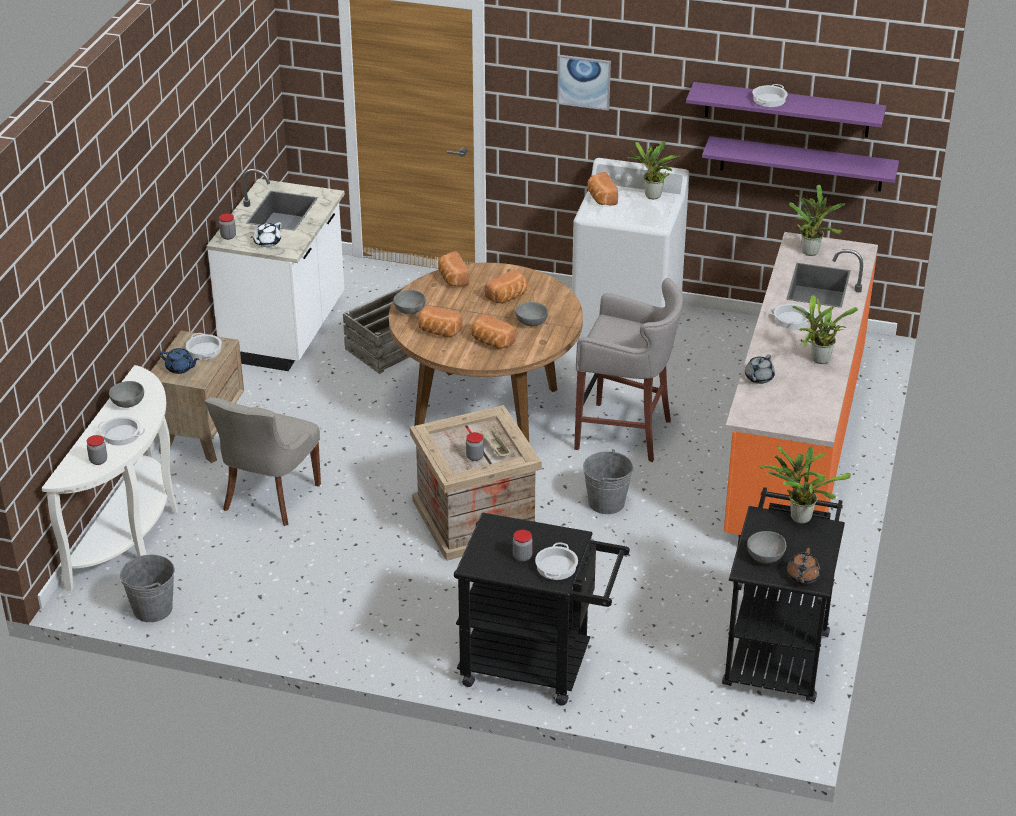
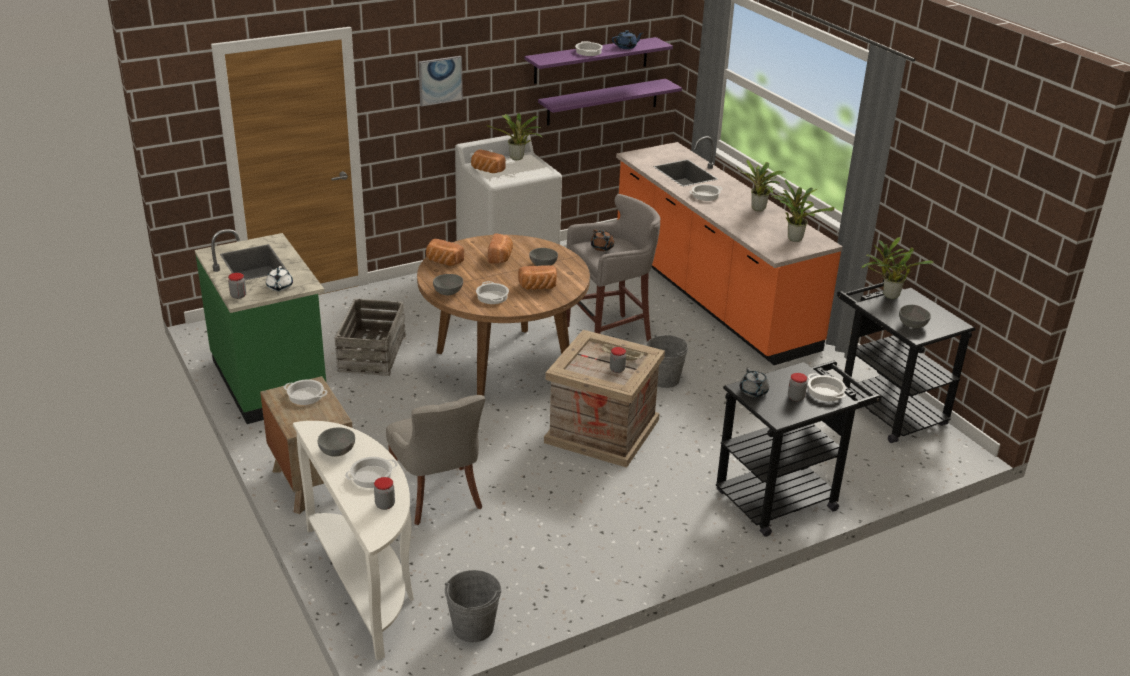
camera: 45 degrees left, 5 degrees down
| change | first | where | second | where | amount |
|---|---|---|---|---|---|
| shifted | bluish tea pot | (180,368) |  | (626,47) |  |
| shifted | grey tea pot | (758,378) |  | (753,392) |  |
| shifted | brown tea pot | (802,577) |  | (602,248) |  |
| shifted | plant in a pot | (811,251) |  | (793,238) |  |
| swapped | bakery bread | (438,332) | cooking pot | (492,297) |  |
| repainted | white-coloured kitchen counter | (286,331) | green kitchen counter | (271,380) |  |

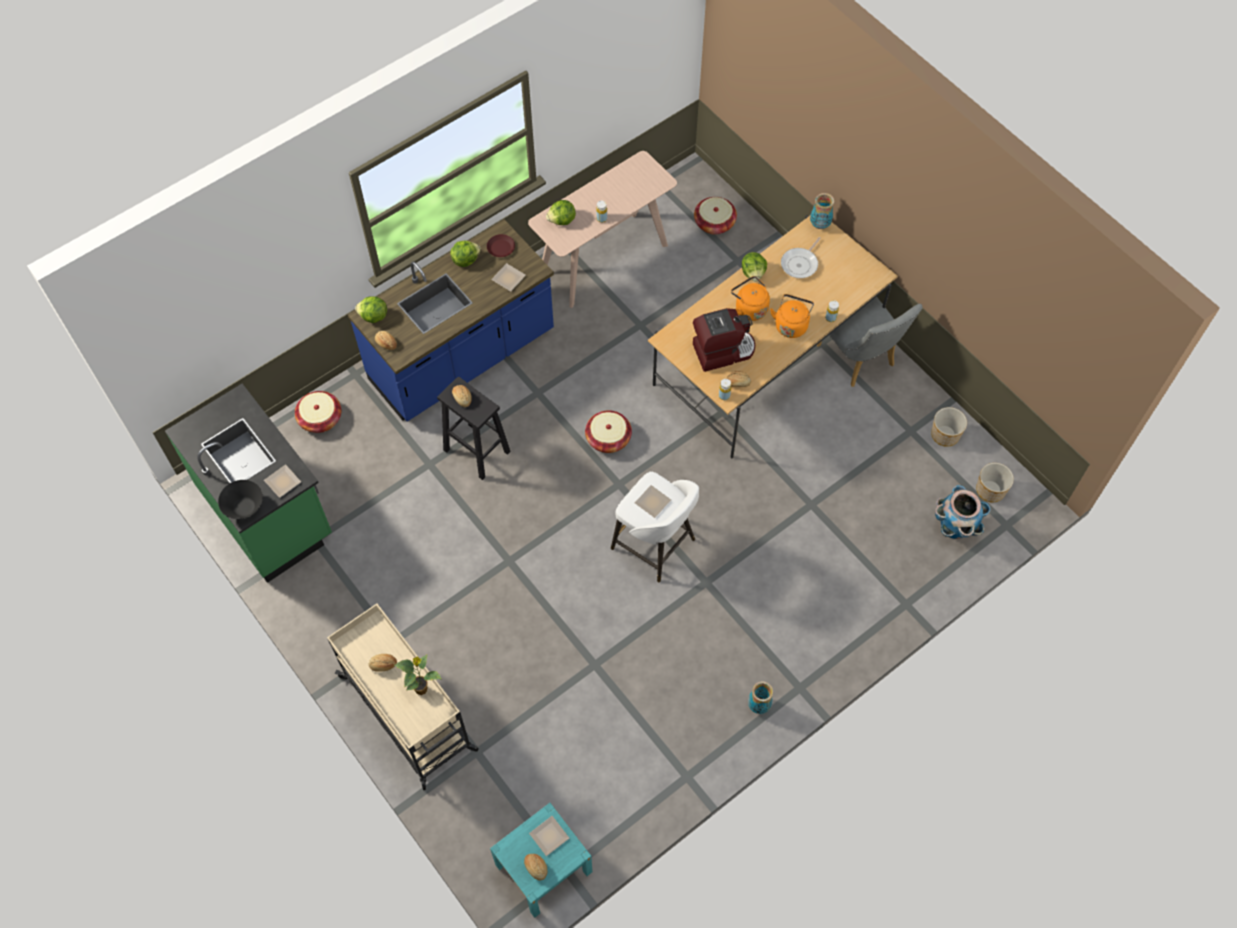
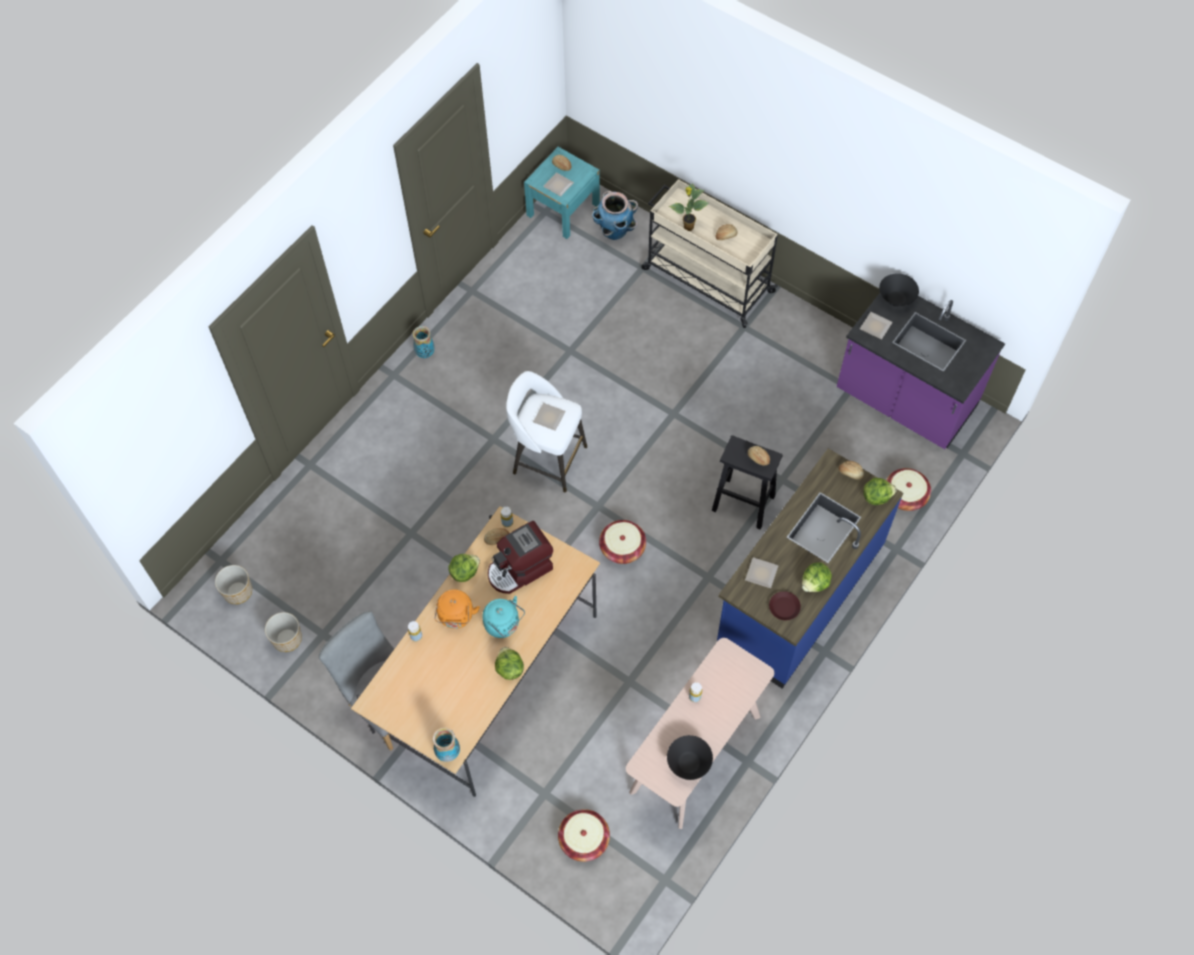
camera: 165 degrees right, 0 degrees up
| change | first | where | second | where | amount |
|---|---|---|---|---|---|
| gone | skillet | (800,264) |  |  |  |
| new |  |  | blackish serving bowl | (689,763) |  |
| shifted | lettuce head | (562,220) |  | (464,572) |  |
| shifted | flower pot | (954,527) |  | (615,232) |  |
| repainted | green kitchen counter | (267,512) | purple-coloured kitchen counter | (905,400) |  |
| repainted | orangey kettle | (749,308) | turquoise-coloured kettle | (504,625) |  |

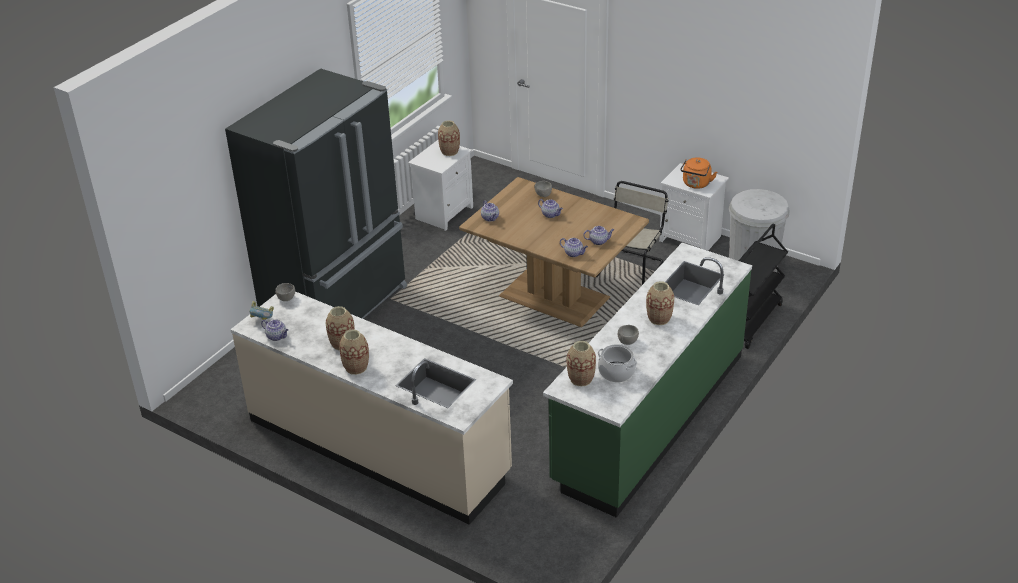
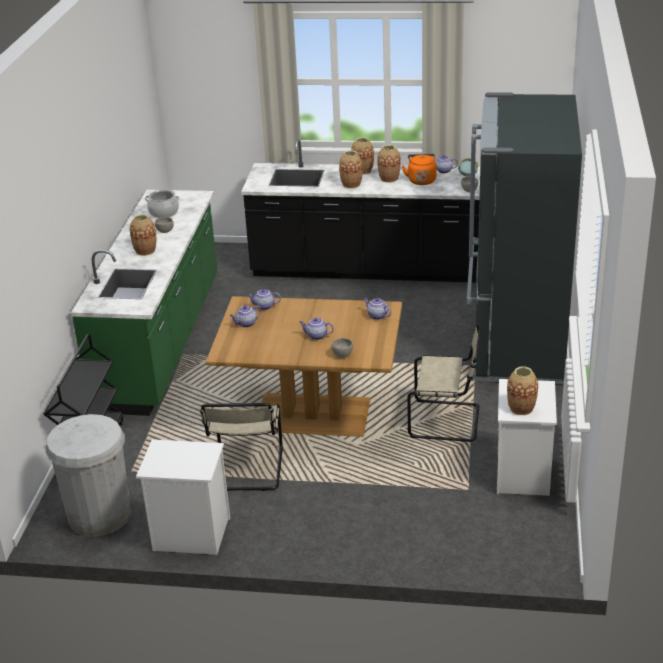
camera: 155 degrees right, 5 degrees down
| change | first | where | second | where | amount |
|---|---|---|---|---|---|
| new |  |  | beige-coloured upright chair | (447,421) |  |
| shifted | vase | (581,379) |  | (351,184) |  |
| shifted | orangey kettle | (696,184) |  | (421,180) |  |
| repainted | beige-coloured kitchen counter | (378,446) | blackish kitchen counter | (366,270) |  |

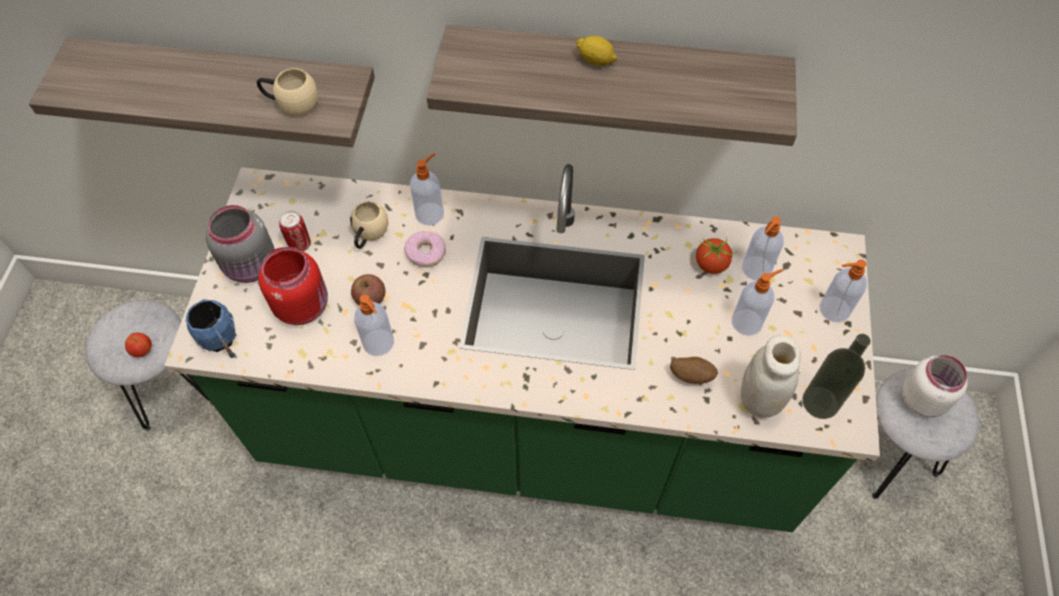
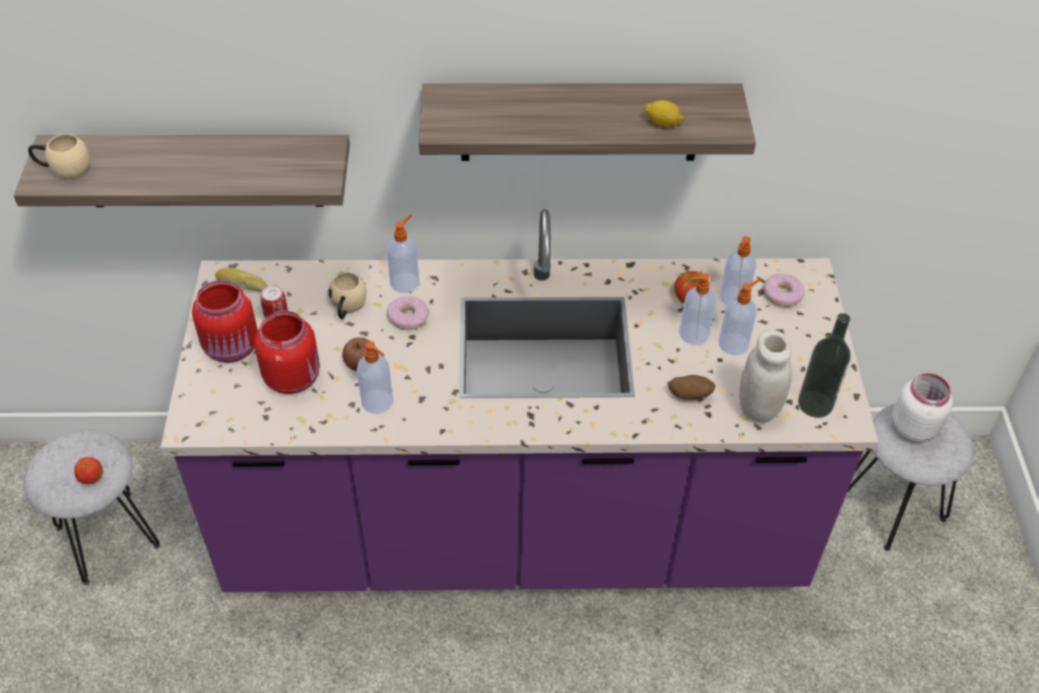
camera: 10 degrees left, 10 degrees down
| change | first | where | second | where | amount |
|---|---|---|---|---|---|
| gone | bluish tea mug | (222,342) |  |  |  |
| new |  |  | bakery bread | (243,285) |  |
| new |  |  | donut | (782,295) |  |
| shifted | beige-coloured tea mug | (291,104) |  | (64,169) |  |
| shifted | lemon | (595,60) |  | (662,123) |  |
| shifted | soap bottle | (833,309) |  | (692,334) |  |
| repainted | green kitchen counter | (530,428) | purple-coloured kitchen counter | (515,529) |  |
| repainted | grey jar | (252,266) | reddish jar | (233,348) |  |

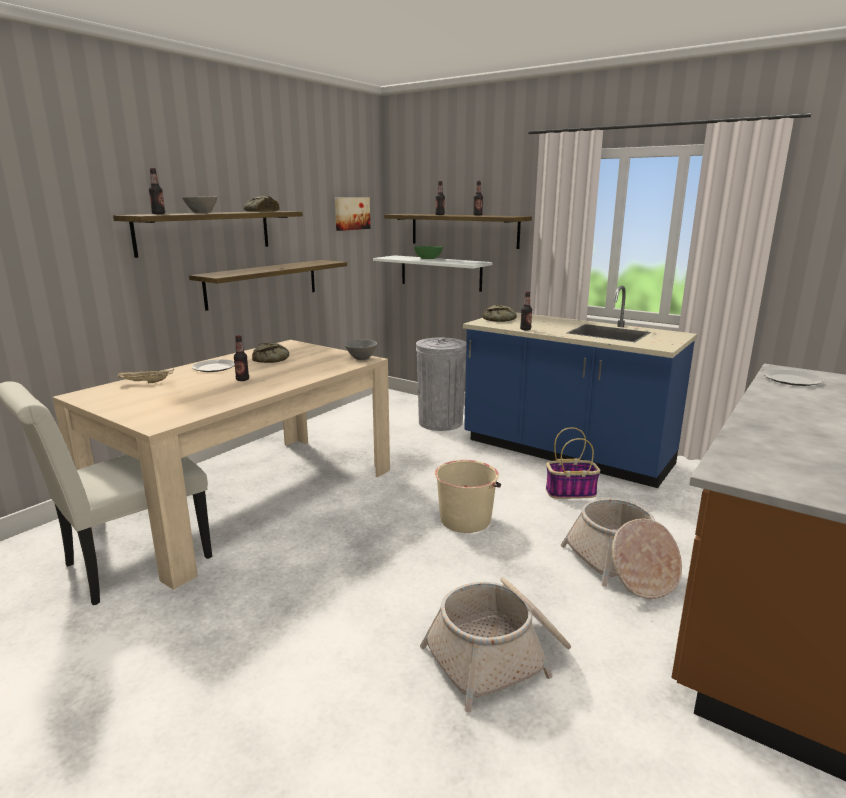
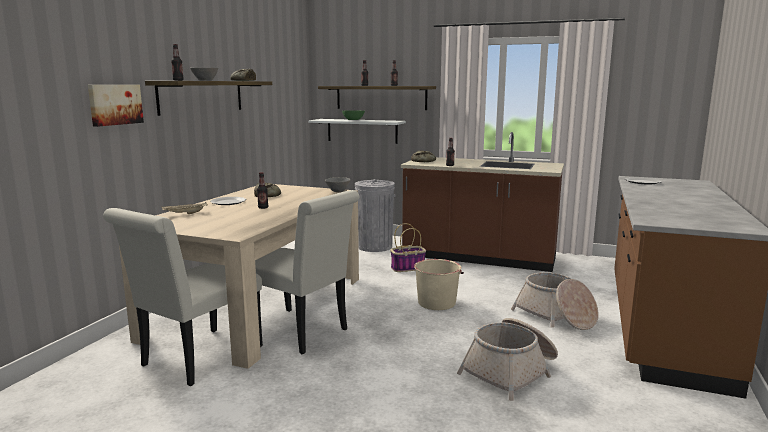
camera: 15 degrees left, 5 degrees down
| change | first | where | second | where | amount |
|---|---|---|---|---|---|
| gone | shelf | (263,283) |  |  |  |
| new |  |  | white-coloured upright chair | (300,332) |  |
| shifted | wall picture | (351,213) |  | (115,104) |  |
| shifted | basket | (571,492) |  | (408,268) |  |
| repainted | bluish kitchen counter | (565,453) | brown kitchen counter | (478,258) |  |

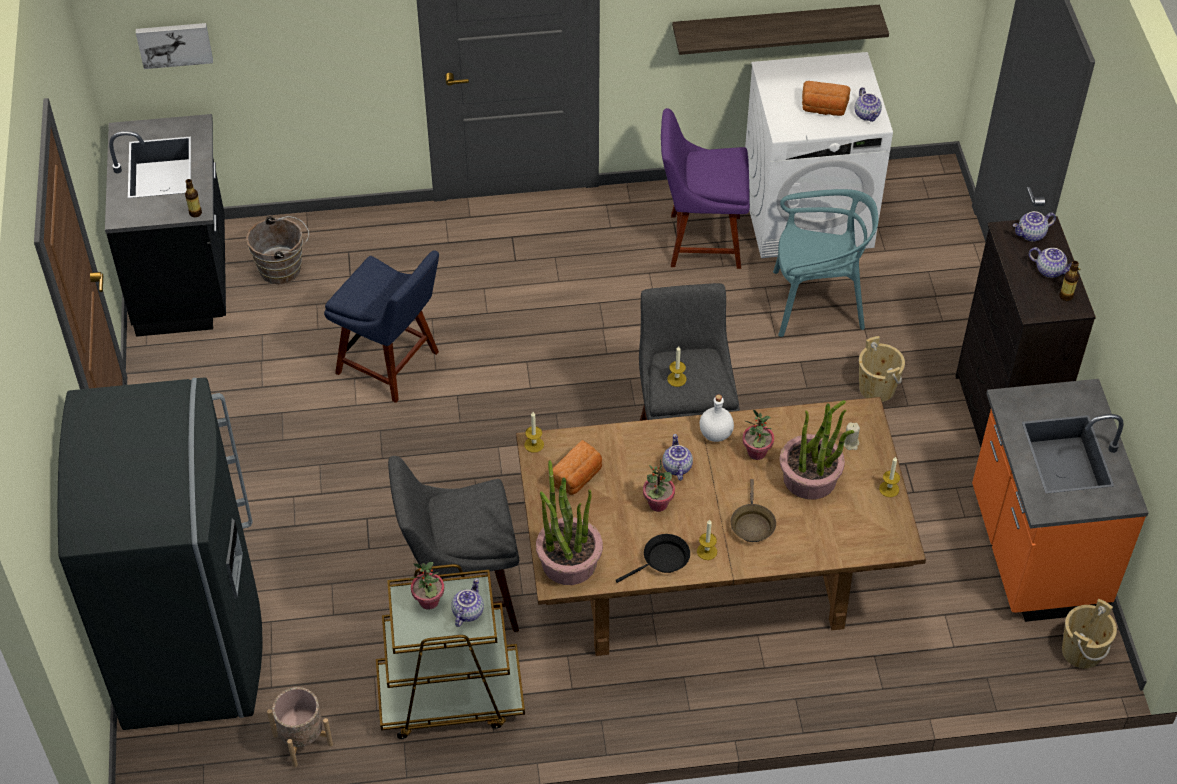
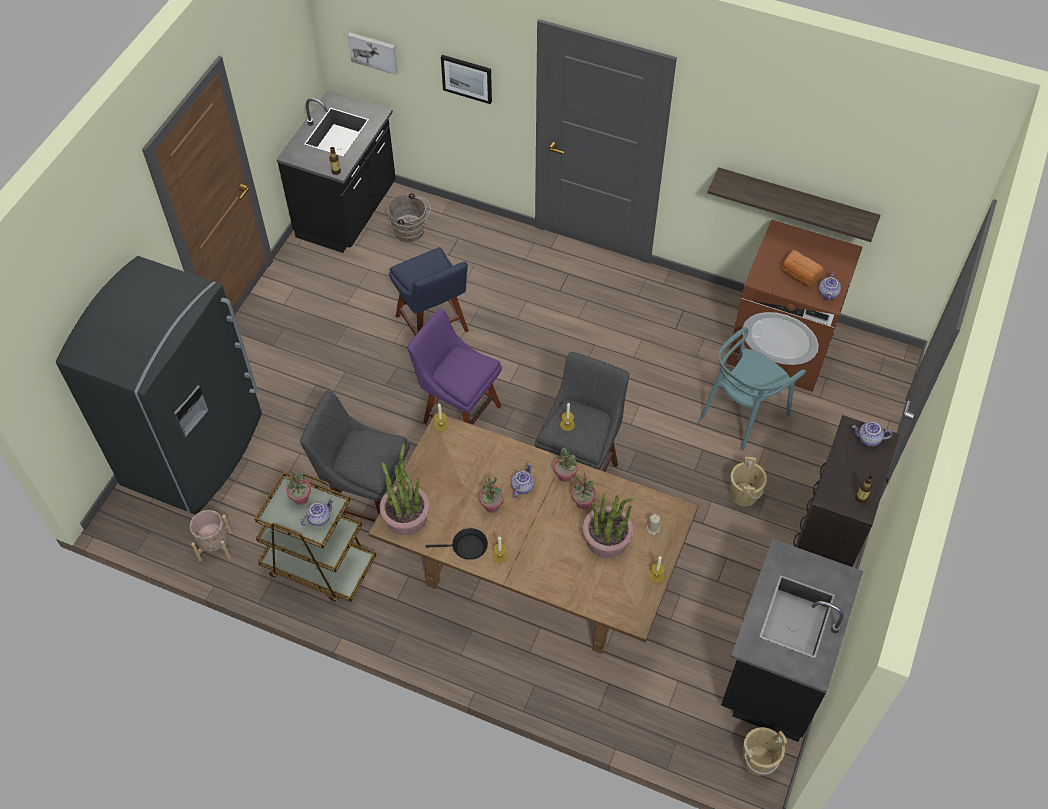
camera: 30 degrees right, 5 degrees up
| change | first | where | second | where | amount |
|---|---|---|---|---|---|
| gone | bakery bread | (577,477) |  |  |  |
| gone | brown skillet | (752,524) |  |  |  |
| gone | tea pot | (1050,270) |  |  |  |
| new |  |  | wall picture | (467,78) |  |
| shifted | purple-coloured upright chair | (700,241) |  | (458,412) |  |
| swapped | white-coloured drink bottle | (715,433) | plant in a pot | (565,476) |  |
| repainted | white-coloured laundry appliance | (808,214) | brown laundry appliance | (782,346) |  |
| repainted | orangey kitchen counter | (1034,553) | blackish kitchen counter | (774,669) |  |
| rotated | turquoise-coloured upright chair | (816,303) |  | (743,413) | 105 degrees clockwise |

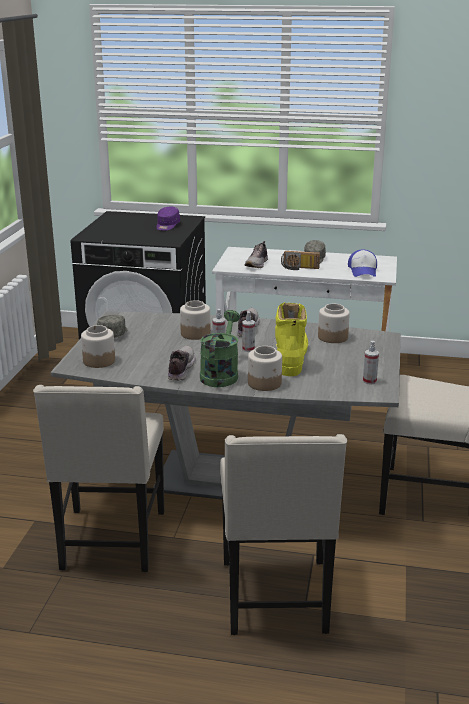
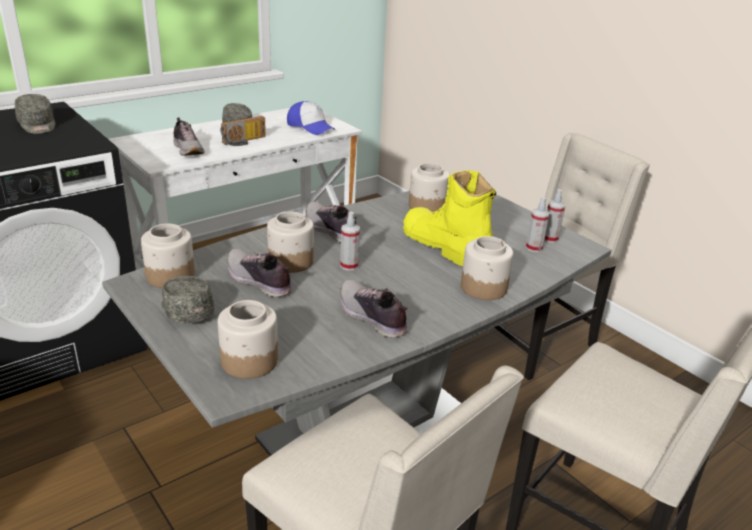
camera: 50 degrees left, 5 degrees up
| change | first | where | second | where | amount |
|---|---|---|---|---|---|
| gone | green sprinkling can | (220,374) |  |  |  |
| new |  |  | jar | (170,276) |  |
| new |  |  | item of footwear | (258,281) |  |
| shifted | sprayer | (248,349) |  | (534,248) |  |
| repainted | purple-coloured peaked cap | (167,226) | grey peaked cap | (37,125) |  |

